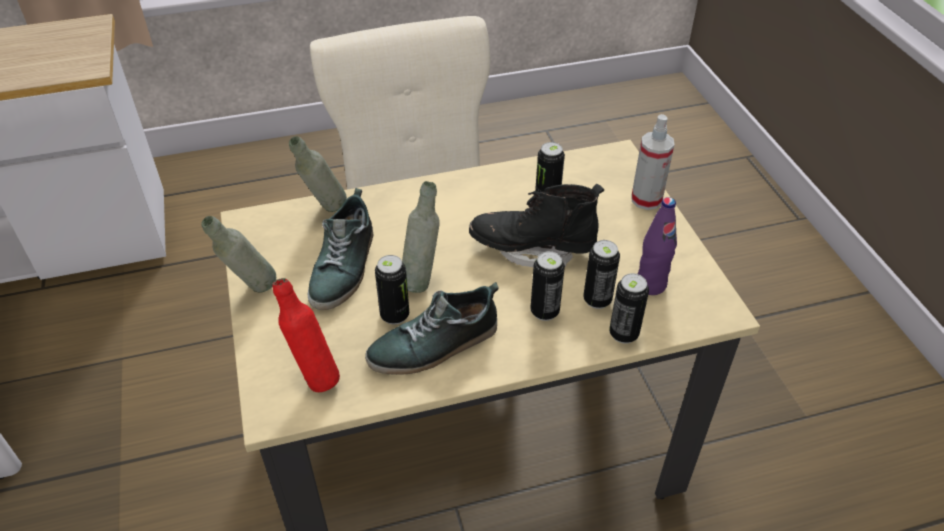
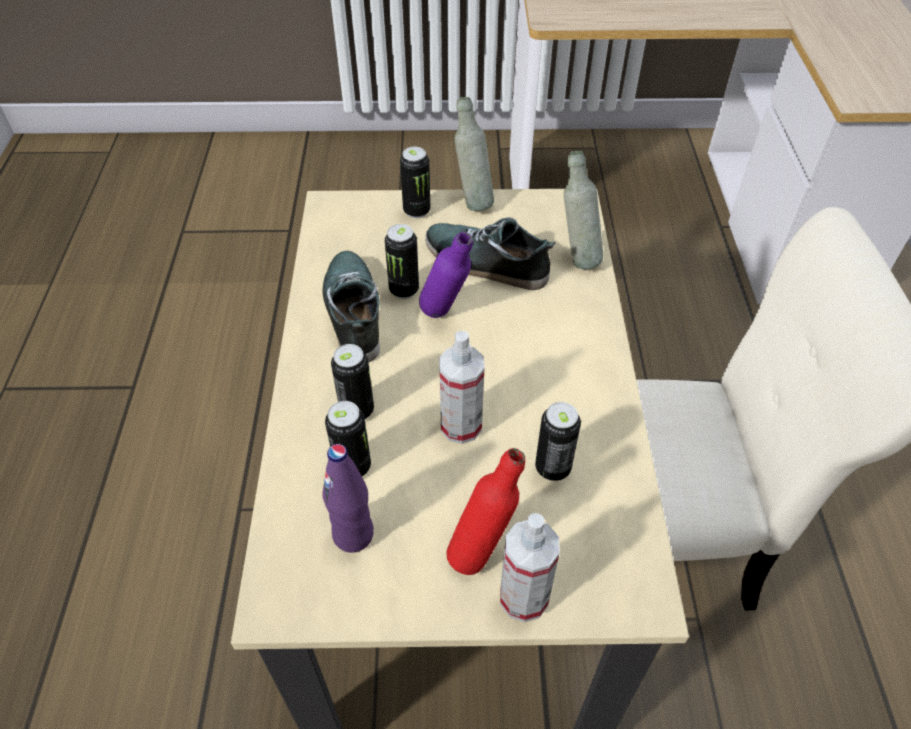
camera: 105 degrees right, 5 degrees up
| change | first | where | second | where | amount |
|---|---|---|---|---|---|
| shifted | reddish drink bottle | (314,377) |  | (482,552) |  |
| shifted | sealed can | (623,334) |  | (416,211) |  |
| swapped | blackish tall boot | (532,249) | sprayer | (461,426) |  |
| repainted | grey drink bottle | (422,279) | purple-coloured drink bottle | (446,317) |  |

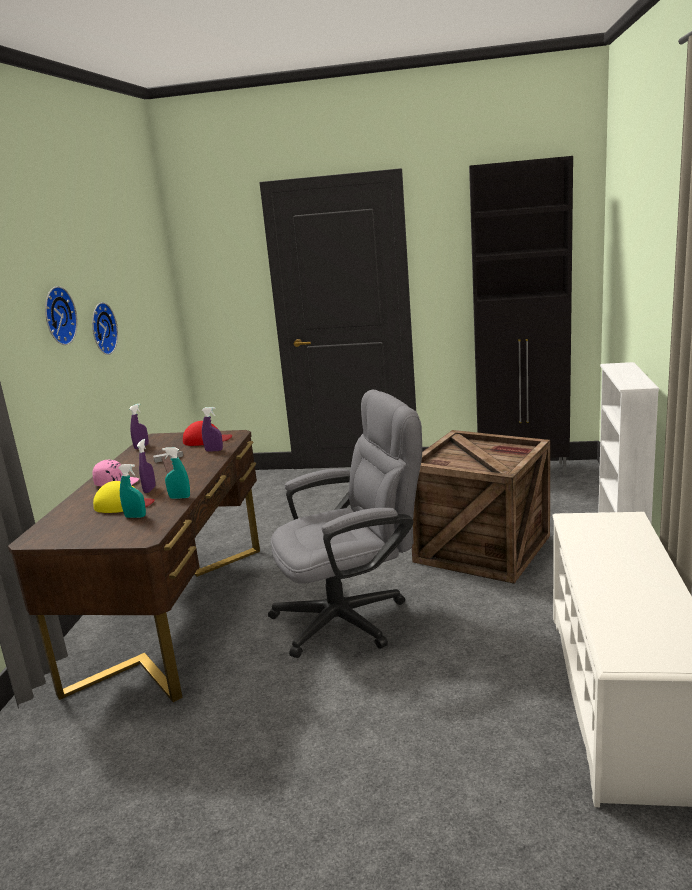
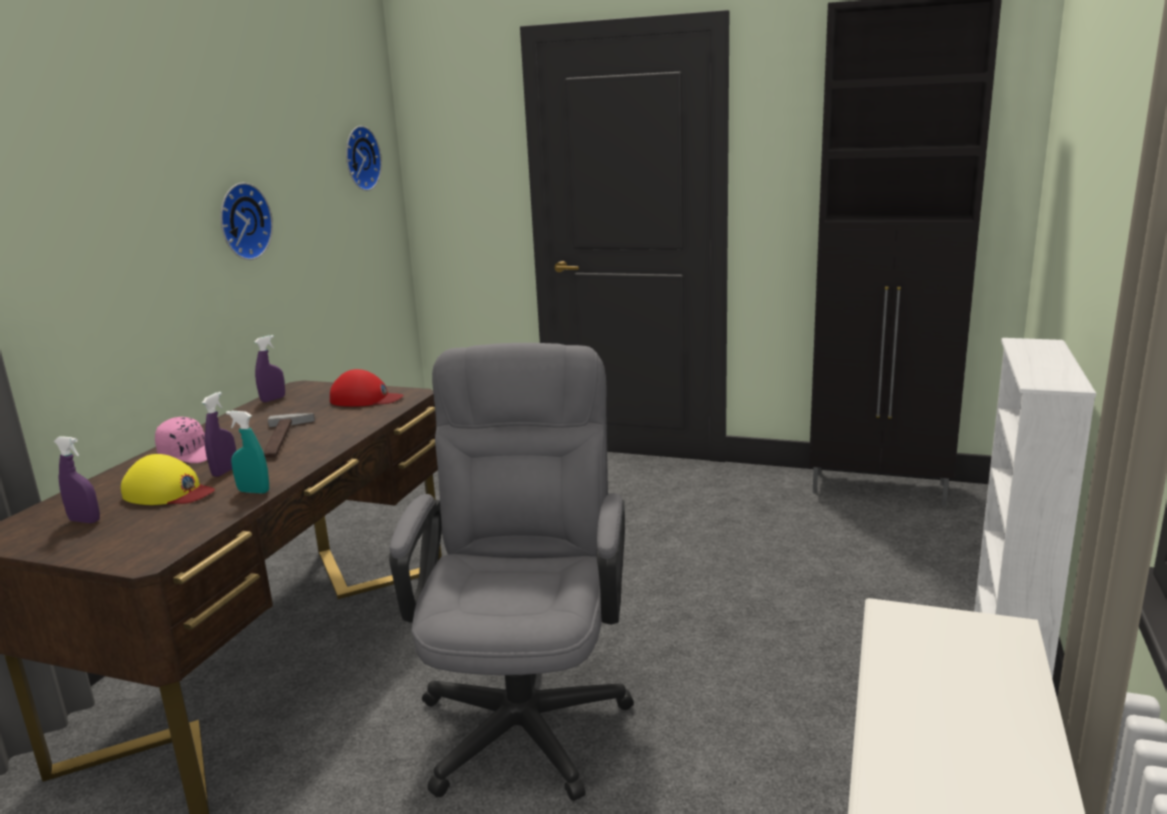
camera: 10 degrees right, 0 degrees up
| change | first | where | second | where | amount |
|---|---|---|---|---|---|
| gone | turquoise-coloured sprayer | (135,517) |  |  |  |
| gone | crate | (484,548) |  |  |  |
| shifted | clock on the wall | (57,316) |  | (359,158) |  |
| shifted | purple-coloured sprayer | (214,450) |  | (85,521) |  |
| rotated | grey office chair | (352,617) |  | (527,710) | 75 degrees counterclockwise |

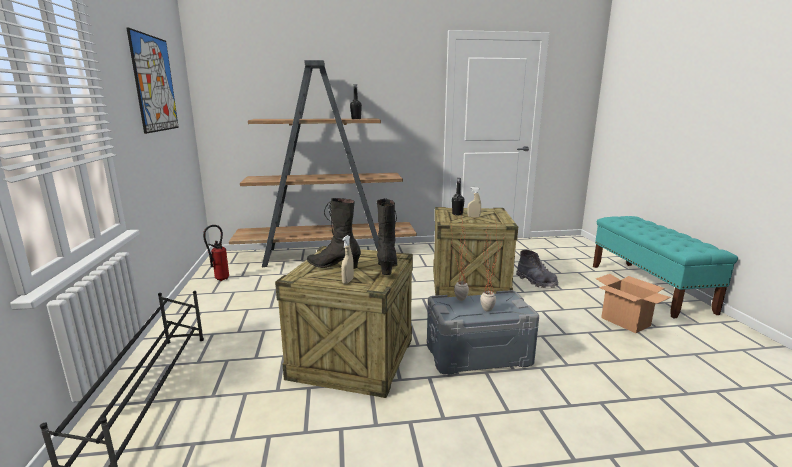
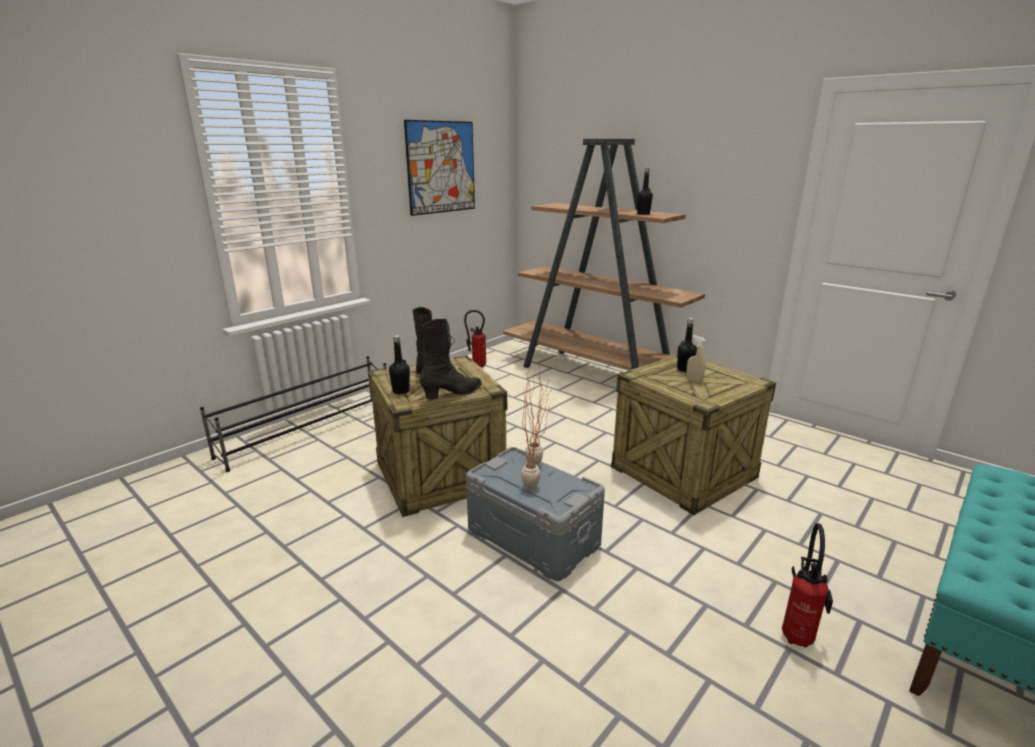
camera: 50 degrees right, 5 degrees up
| change | first | where | second | where | amount |
|---|---|---|---|---|---|
| gone | grey tall boot | (536,281) |  |  |  |
| swapped | beige-coloured sprayer | (348,281) | blackish drink bottle | (401,391) |  |
| swapped | cardboard box | (626,322) | fire extinguisher | (798,635) |  |

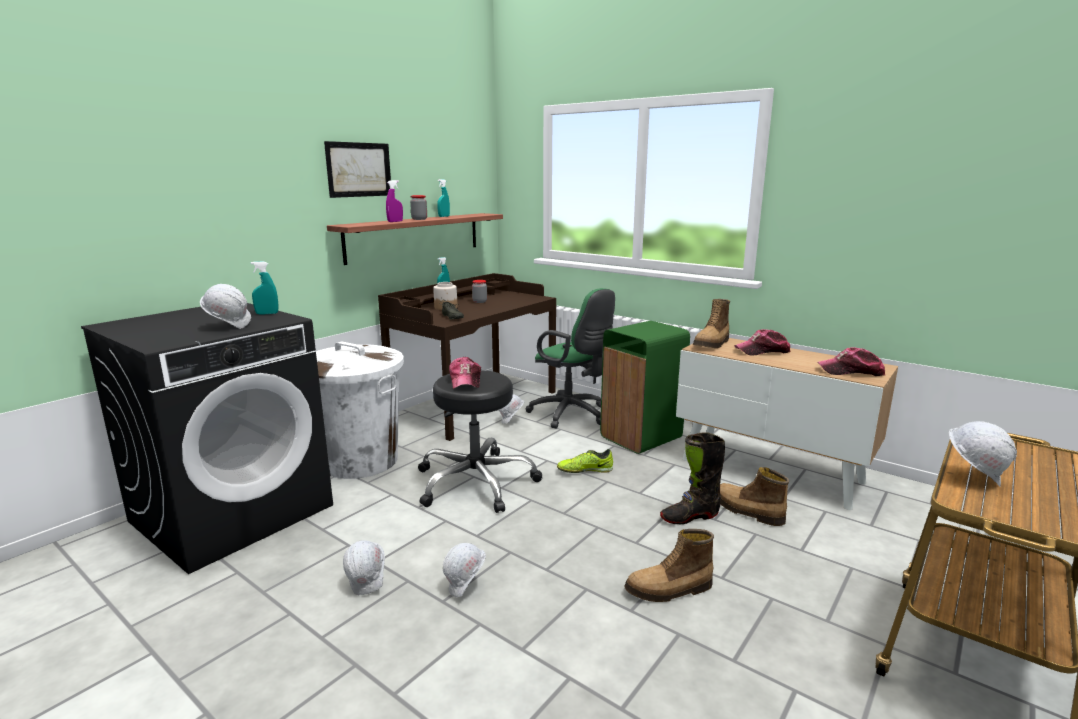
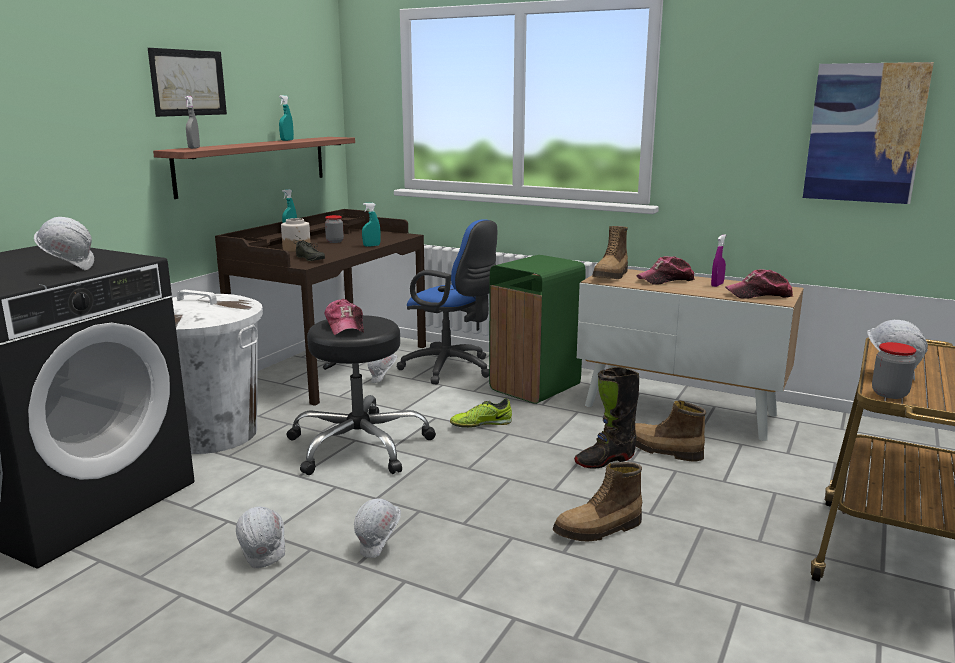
camera: 10 degrees left, 0 degrees up
| change | first | where | second | where | amount |
|---|---|---|---|---|---|
| new |  |  | grey sprayer | (194,148) |  |
| new |  |  | wall picture | (864,133) |  |
| shifted | turquoise-coloured sprayer | (267,313) |  | (371,246) |  |
| shifted | purple-coloured sprayer | (395,221) |  | (717,285) |  |
| shifted | jar | (419,219) |  | (889,394) |  |
| repainted | green office chair | (572,415) | bluish office chair | (452,369) |  |

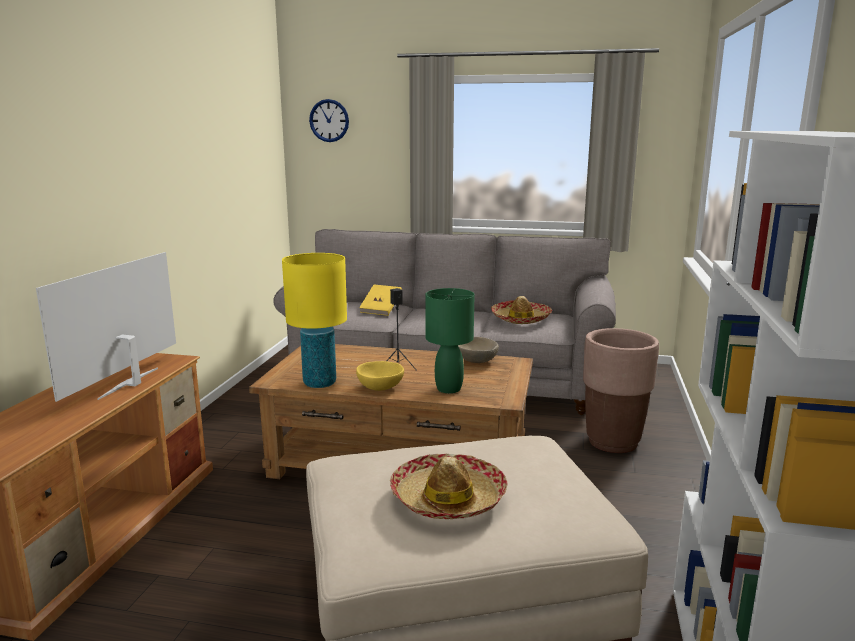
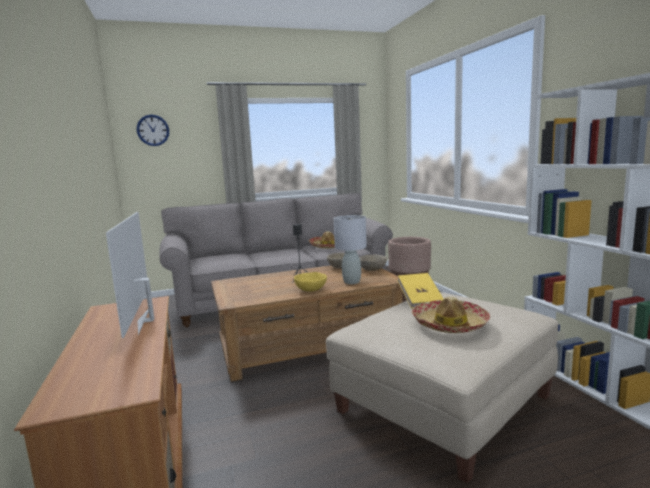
camera: 30 degrees left, 5 degrees down
| change | first | where | second | where | amount |
|---|---|---|---|---|---|
| gone | yellow-coloured lamp for a table | (319,383) |  |  |  |
| new |  |  | beige-coloured serving bowl | (372,269) |  |
| shifted | yellow-coloured book | (381,310) |  | (420,301) |  |
| repainted | green lamp for a table | (448,389) | grey lamp for a table | (351,282) |  |

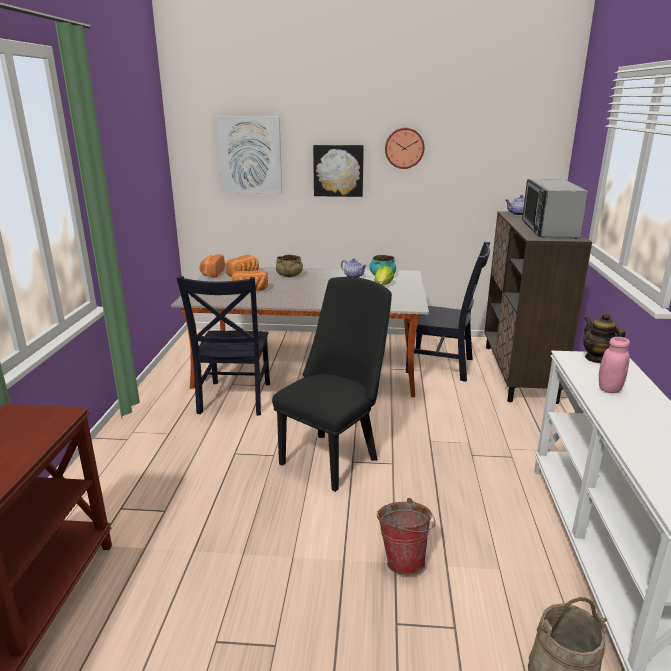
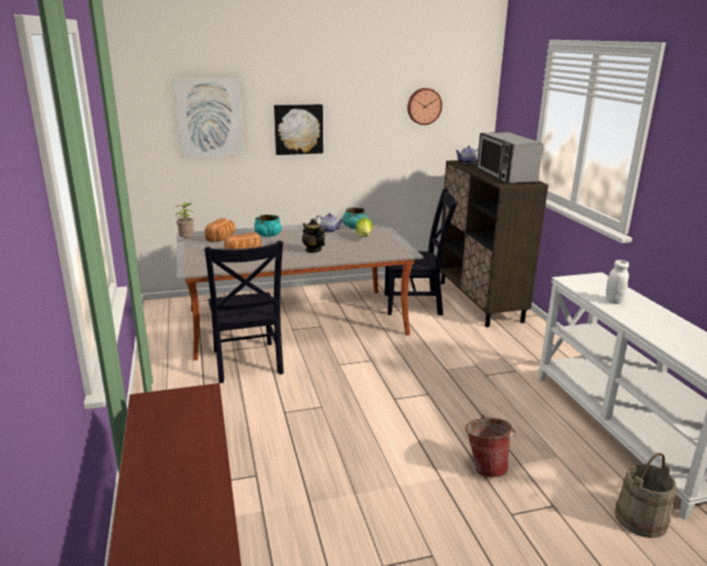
camera: 20 degrees left, 0 degrees up
| change | first | where | second | where | amount |
|---|---|---|---|---|---|
| gone | blackish upright chair | (333,457) |  |  |  |
| shifted | clock on the wall | (404,148) |  | (424,106) |  |
| shifted | tea pot | (597,358) |  | (313,250) |  |
| swapped | bakery bread | (212,273) | plant in a pot | (187,240) |  |
| repainted | beige-coloured serving bowl | (289,275) | turquoise-coloured serving bowl | (268,235) |  |
| repainted | pink jar | (609,389) | white-coloured jar | (614,301) |  |

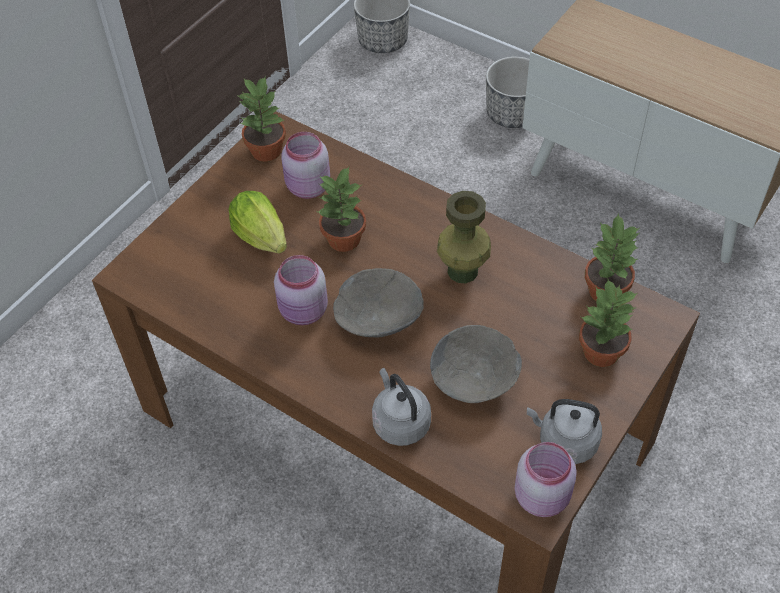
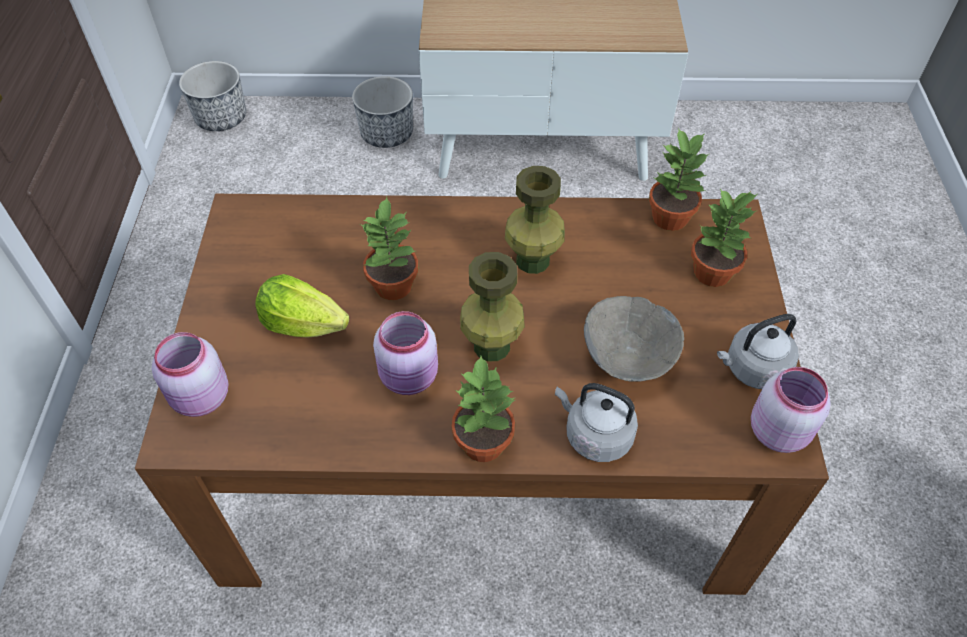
camera: 35 degrees left, 0 degrees up
| change | first | where | second | where | amount |
|---|---|---|---|---|---|
| shifted | plant in a pot | (266,150) |  | (482,441) |  |
| shifted | pink jar | (307,188) |  | (201,399) |  |
| swapped | grey serving bowl | (378,320) | green vase | (492,346) |  |

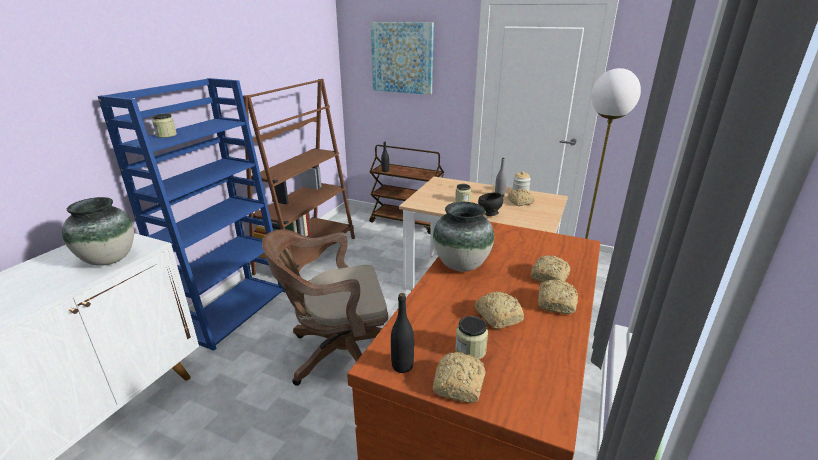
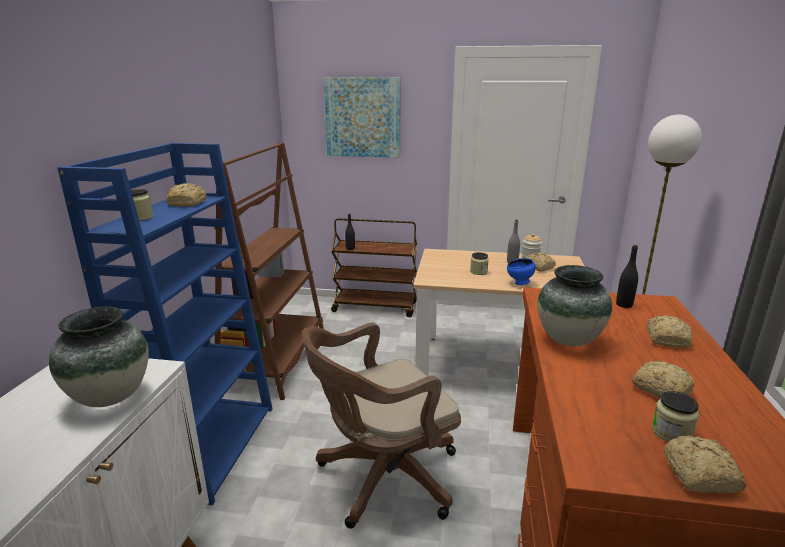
camera: 15 degrees left, 5 degrees down
| change | first | where | second | where | amount |
|---|---|---|---|---|---|
| shifted | blackish drink bottle | (402,366) |  | (624,305) |  |
| shifted | bakery bread | (556,303) |  | (188,203) |  |
| repainted | blackish serving bowl | (489,214) | bluish serving bowl | (519,283) |  |

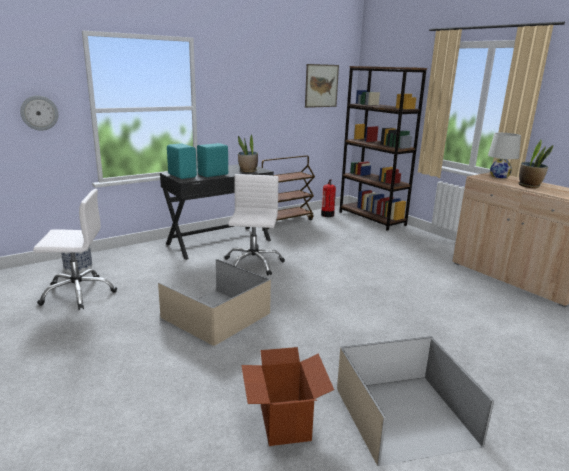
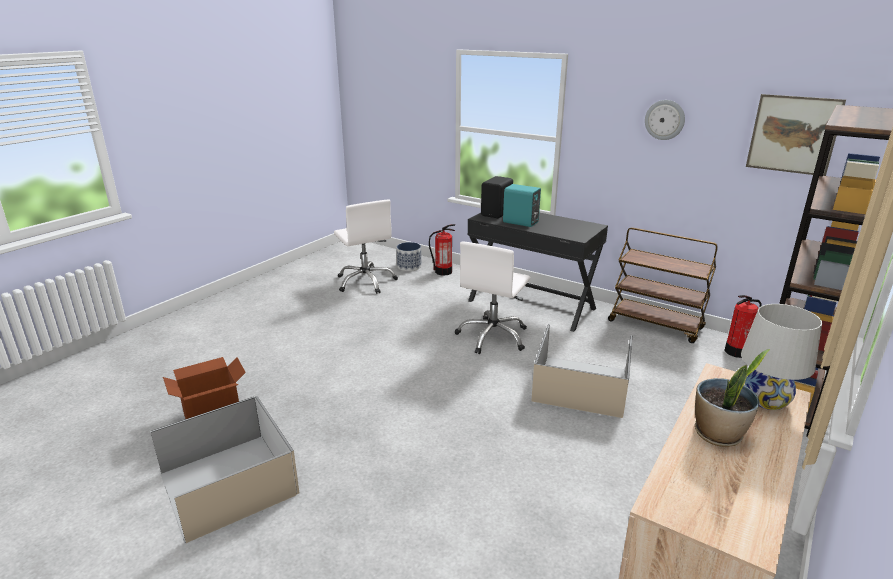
camera: 70 degrees right, 5 degrees up
| change | first | where | second | where | amount |
|---|---|---|---|---|---|
| gone | plant in a pot | (248,171) |  |  |  |
| new |  |  | fire extinguisher | (443,272) |  |
| shifted | clock on the wall | (39,113) |  | (664,120) |  |
| shifted | beige-coloured storage box | (216,315) |  | (582,385) |  |
| repainted | turquoise-coloured audio speaker | (182,175) | blackish audio speaker | (497,213) |  |
| rotated | white-coloured office chair | (253,263) |  | (493,336) | 135 degrees clockwise |

